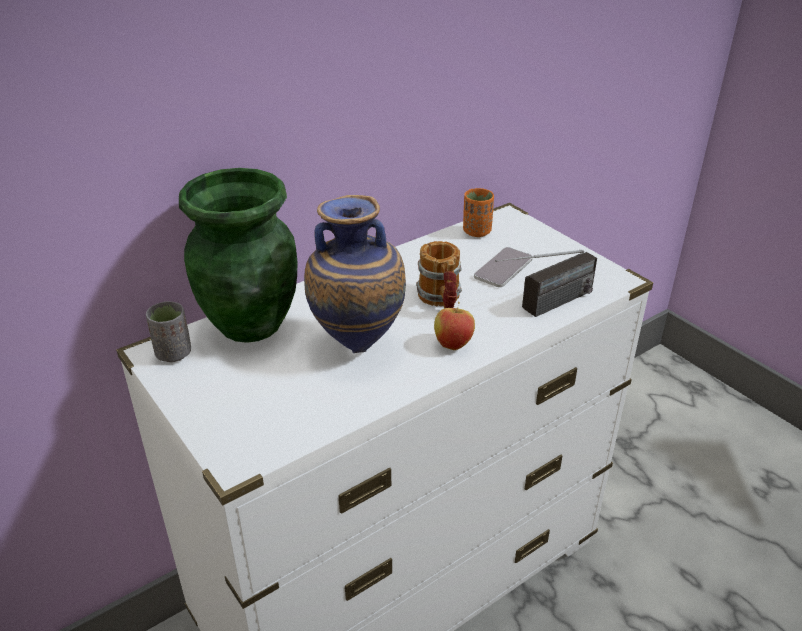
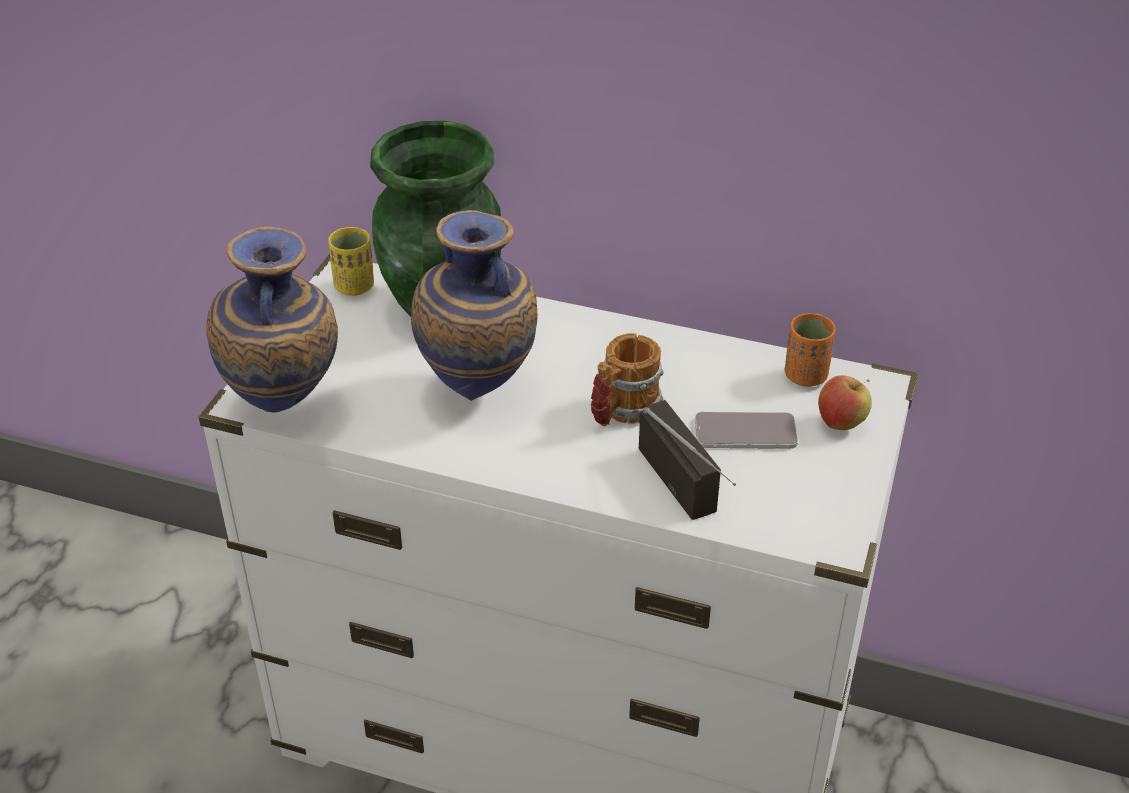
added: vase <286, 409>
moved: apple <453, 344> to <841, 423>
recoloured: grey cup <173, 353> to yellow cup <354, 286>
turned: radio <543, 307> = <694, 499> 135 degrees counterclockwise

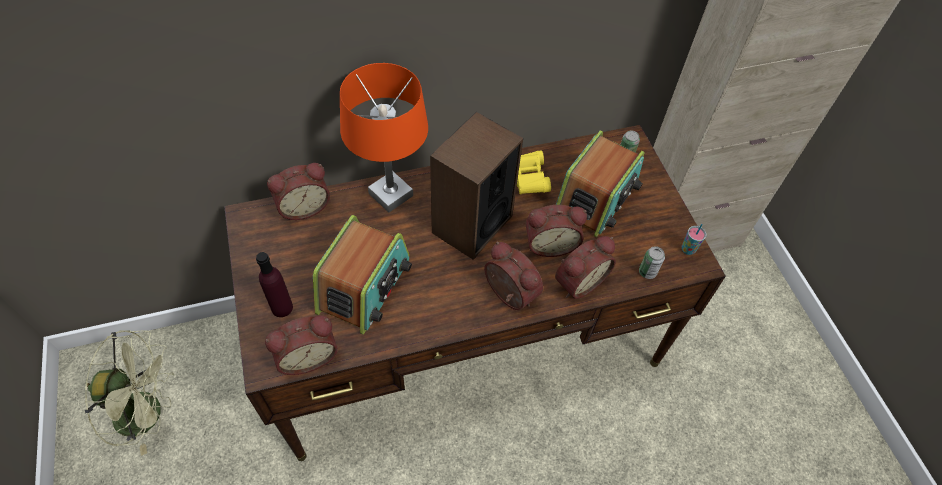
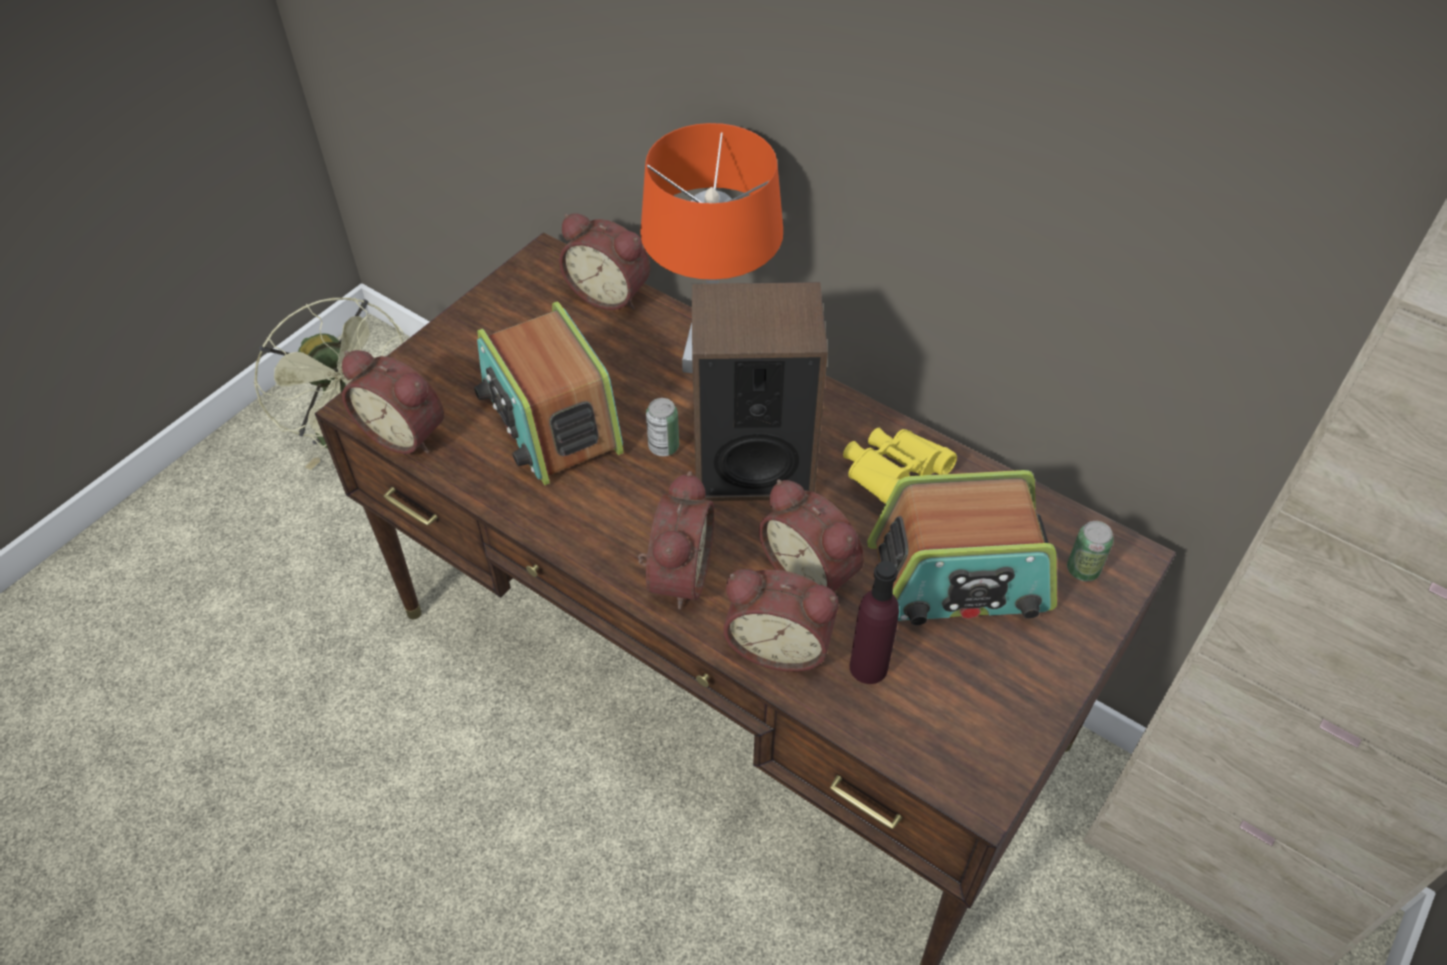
removed: cup <688, 249>
moved: purple bottle <282, 307> to <868, 667>; can <647, 272> to <663, 447>
turned: radio <365, 285> = <550, 420> 75 degrees clockwise

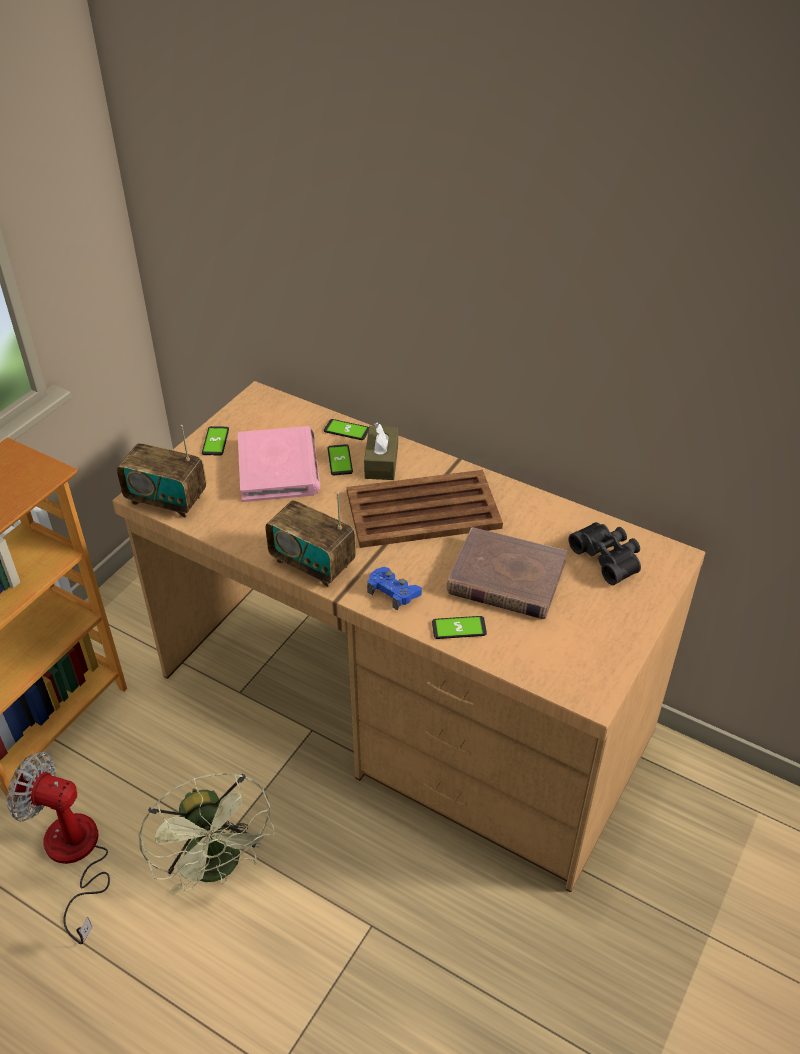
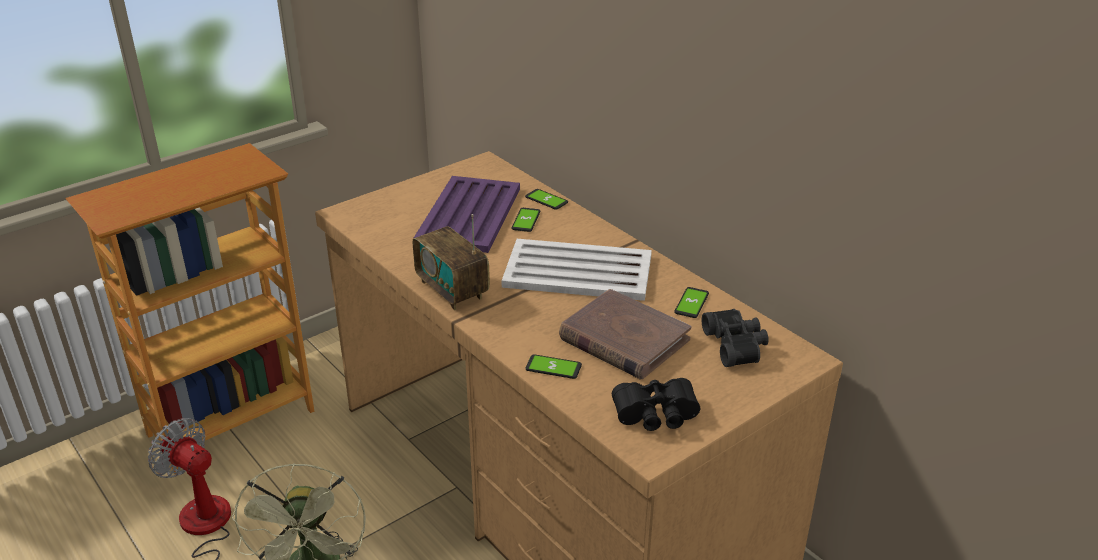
removed: radio <167, 500>; brown tissue box <381, 461>; blue game controller <393, 592>
added: black binoculars <656, 416>
moved: phone <215, 441> to <691, 303>
replaced: pink book <279, 468> to purple tray <468, 216>
recoloured: brown tray <424, 510> to white tray <579, 272>

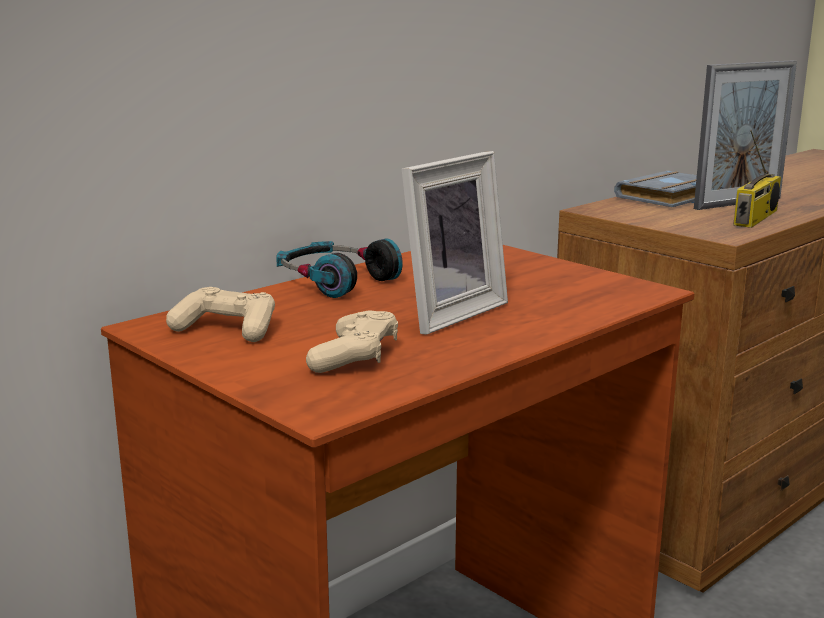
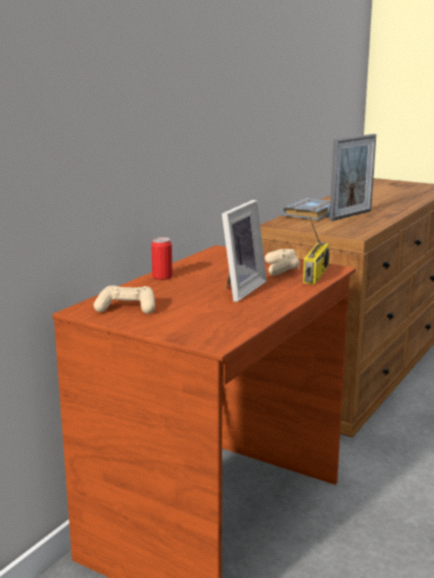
moved: beige game controller <355, 357> to <281, 269>; radio <756, 218> to <316, 275>
replaced: headphones <335, 281> to can <162, 277>

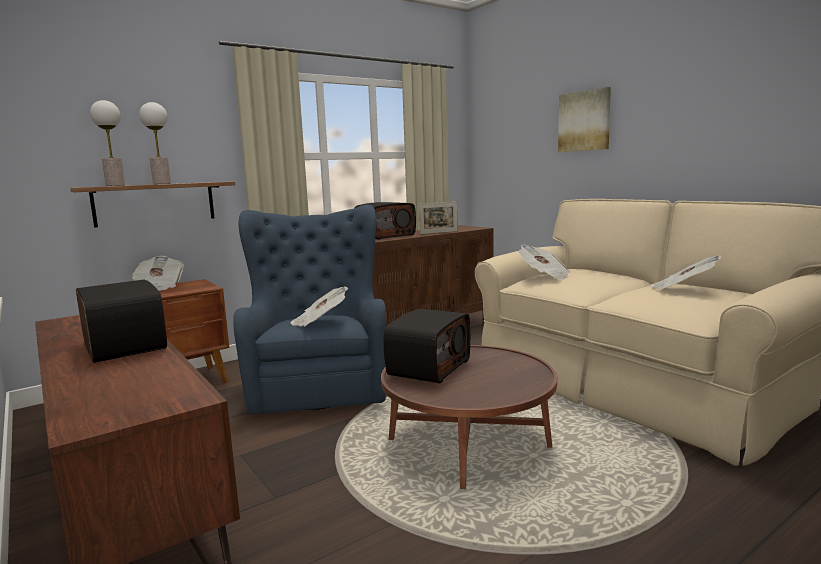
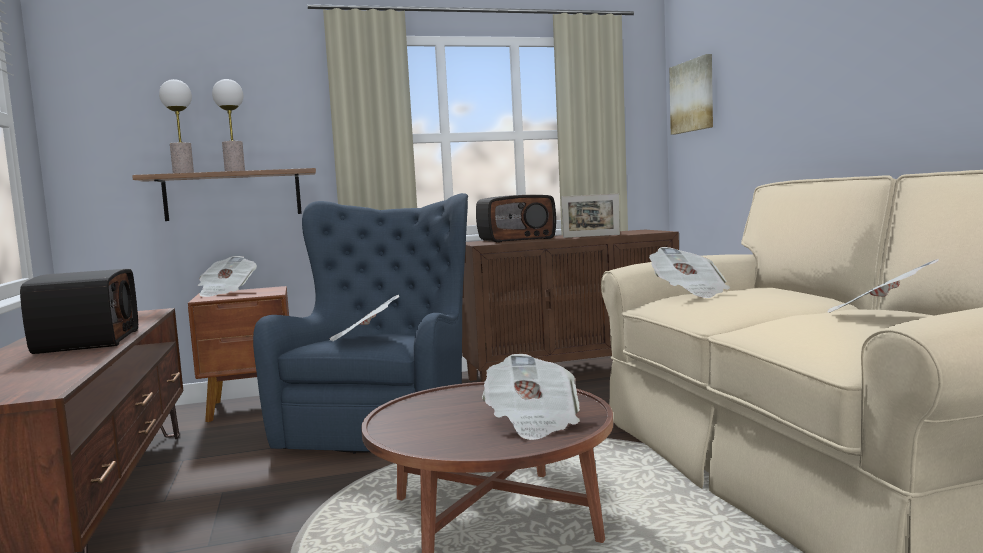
removed: radio <428, 367>
added: newspaper <532, 422>
moved: picture <584, 121> to <693, 96>

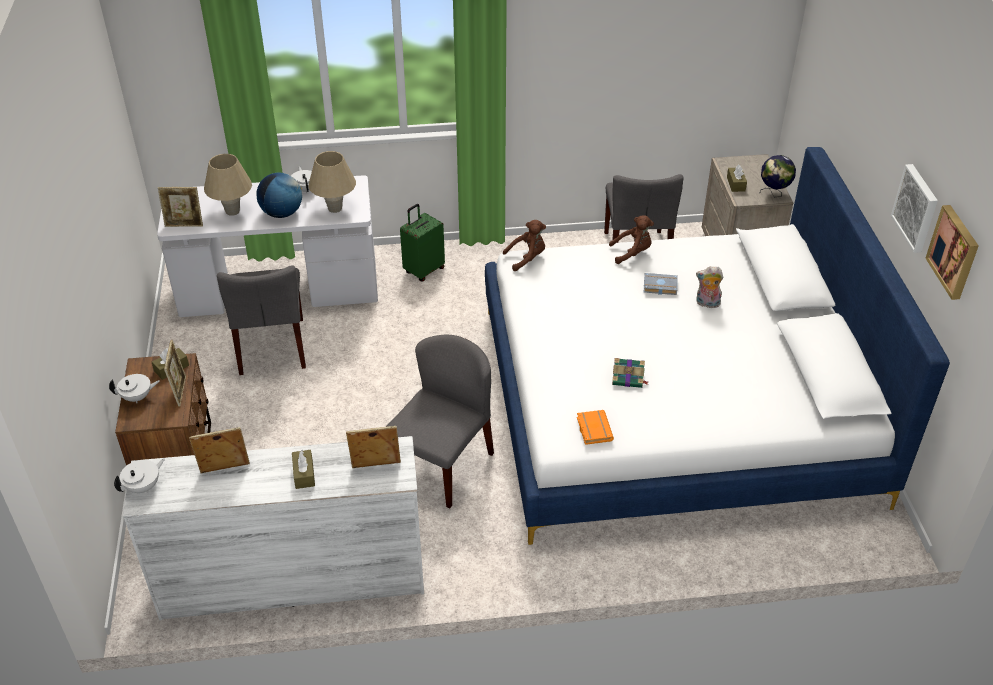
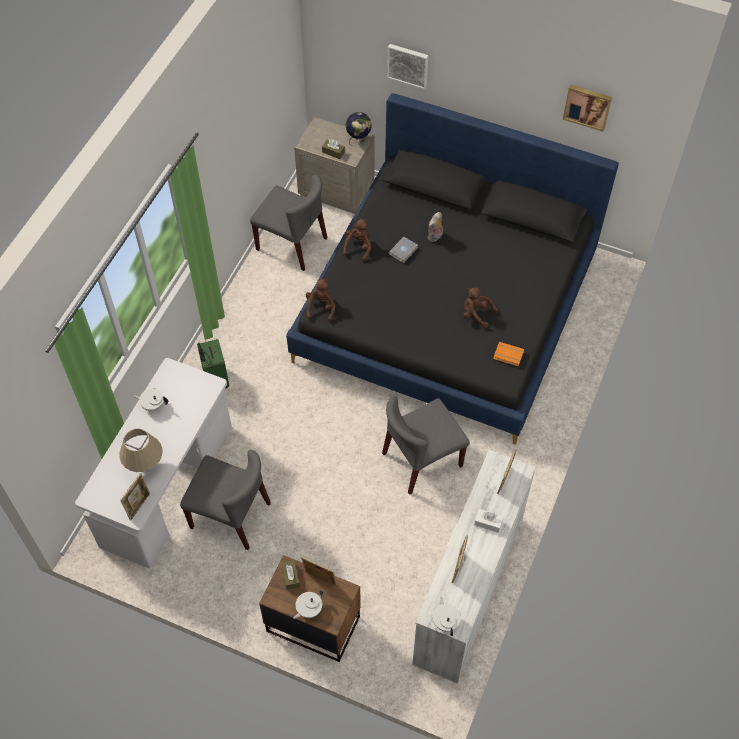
removed: globe <282, 213>; beige table lamp <335, 208>
moved: picture <917, 208> to <408, 65>
replaced: book <628, 378> to brown plush toy <476, 314>
recoloured: brown tissue box <304, 474> to white tissue box <488, 523>; white bed <673, 402> to black bed <448, 305>
turned: white teapot <137, 397> = <308, 609> 150 degrees counterclockwise; grey chair <442, 465> = <421, 460> 90 degrees counterclockwise

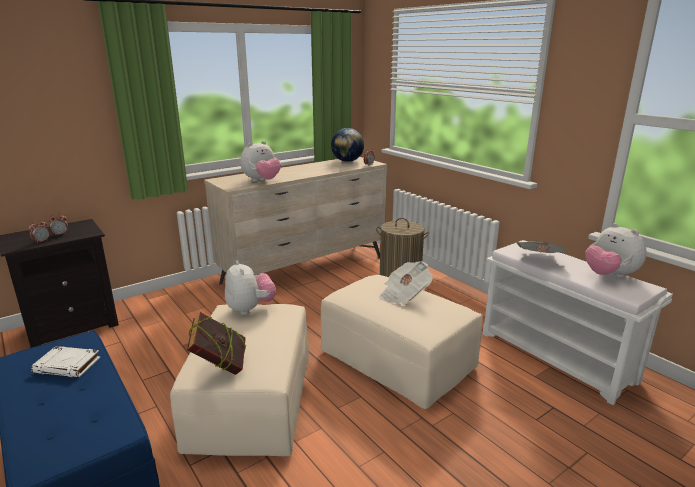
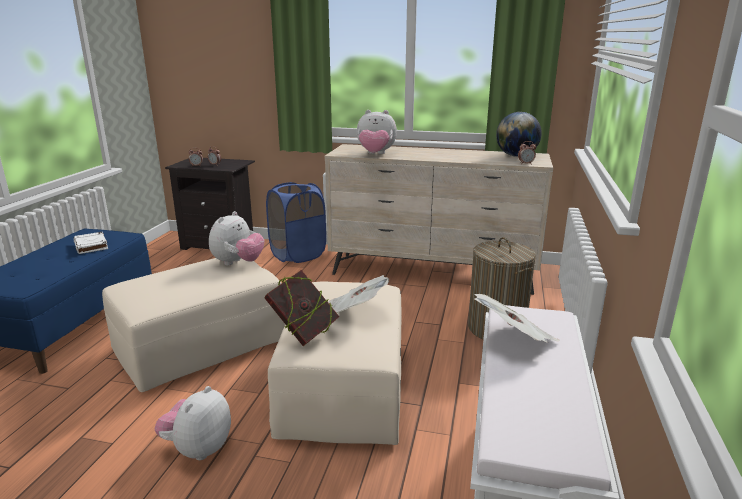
added: blue laundry basket <298, 254>
moved: book <220, 367> to <303, 334>; plush toy <609, 275> to <198, 448>

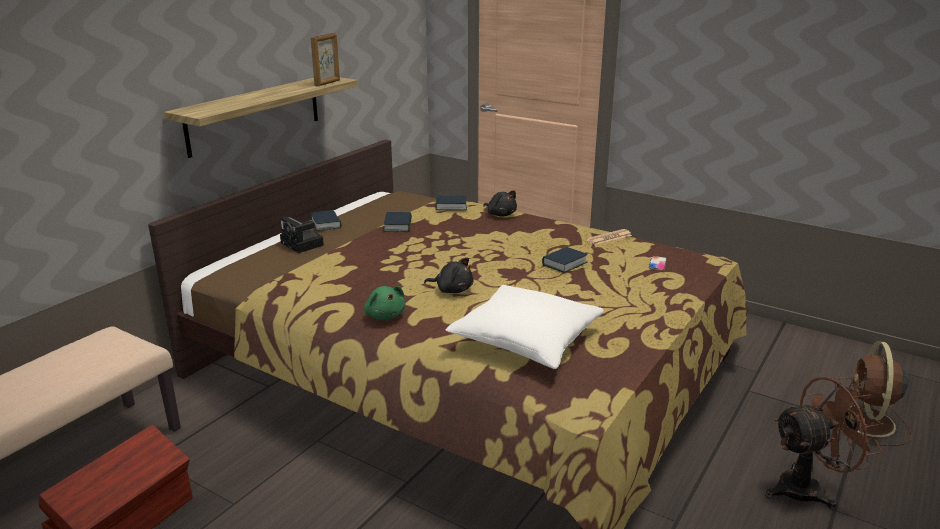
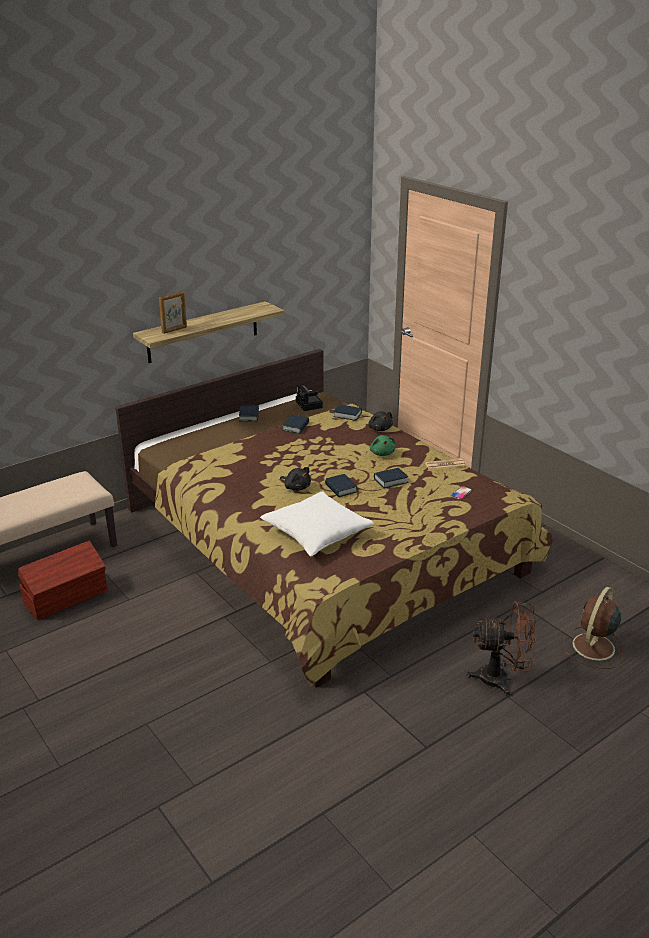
added: book <341, 488>
moved: photo camera <303, 244> to <309, 405>; picture frame <327, 83> to <174, 330>; green plush toy <384, 315> to <382, 453>

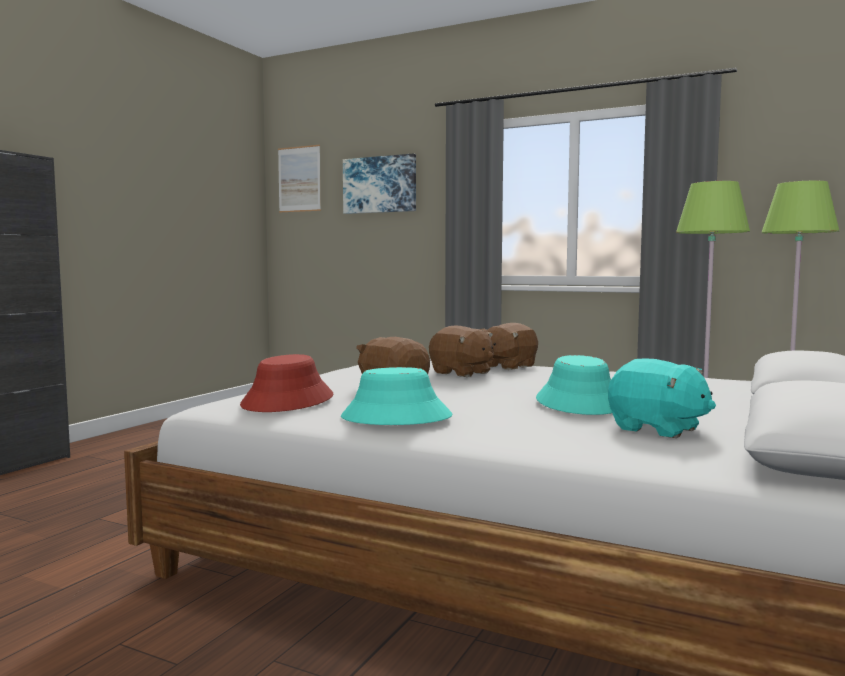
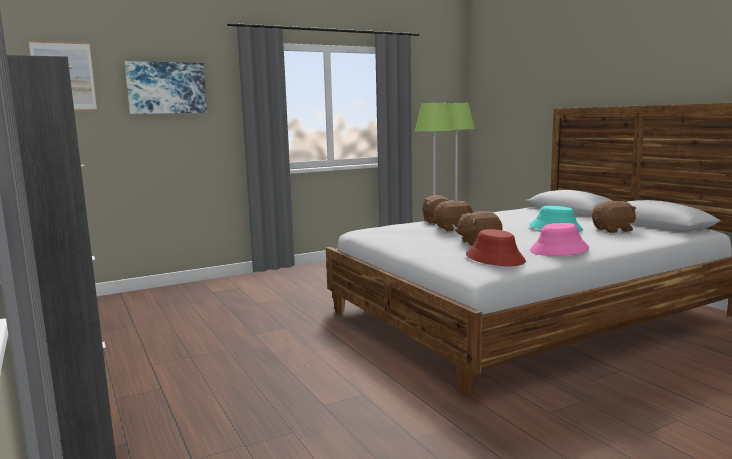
recoloured: turquoise hat <395, 418> to pink hat <559, 250>; turquoise plush toy <657, 429> to brown plush toy <613, 230>

